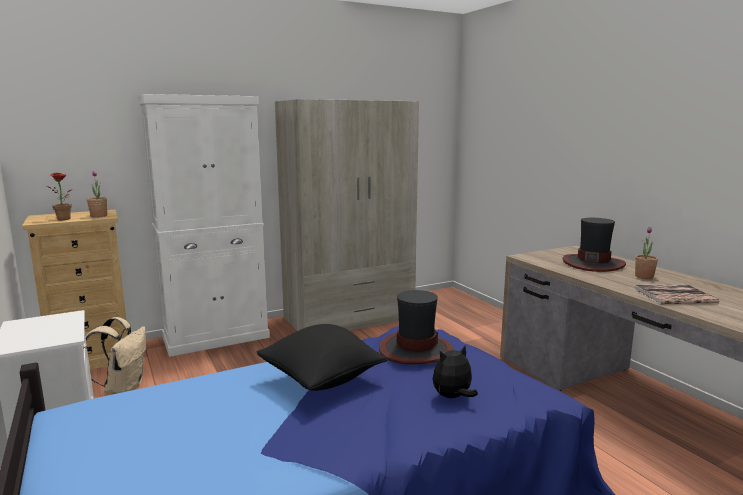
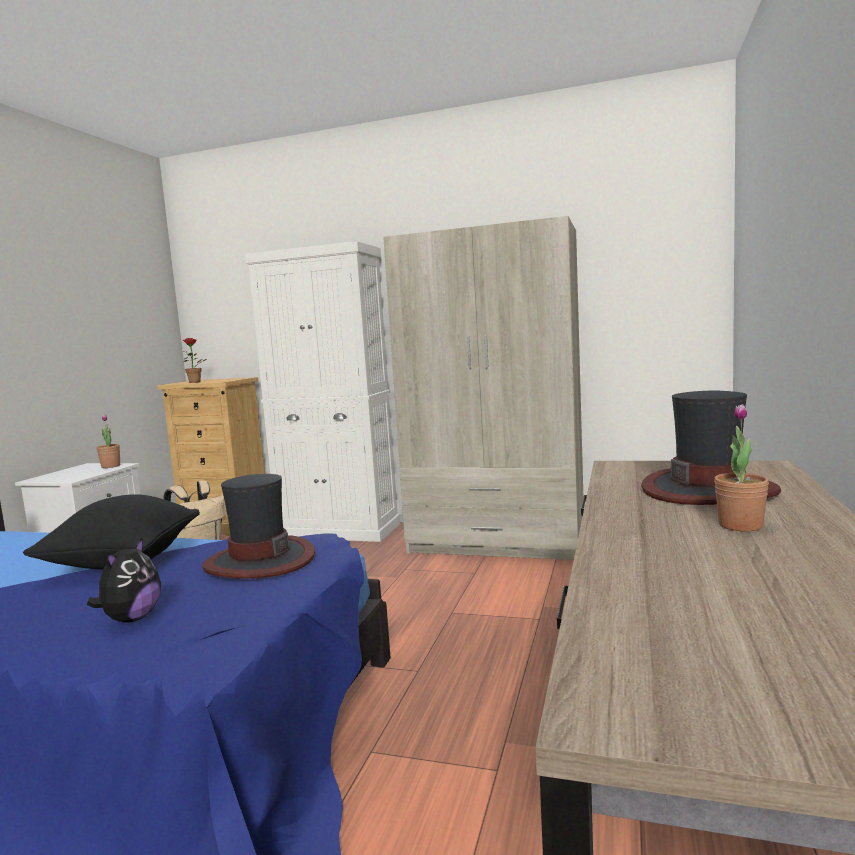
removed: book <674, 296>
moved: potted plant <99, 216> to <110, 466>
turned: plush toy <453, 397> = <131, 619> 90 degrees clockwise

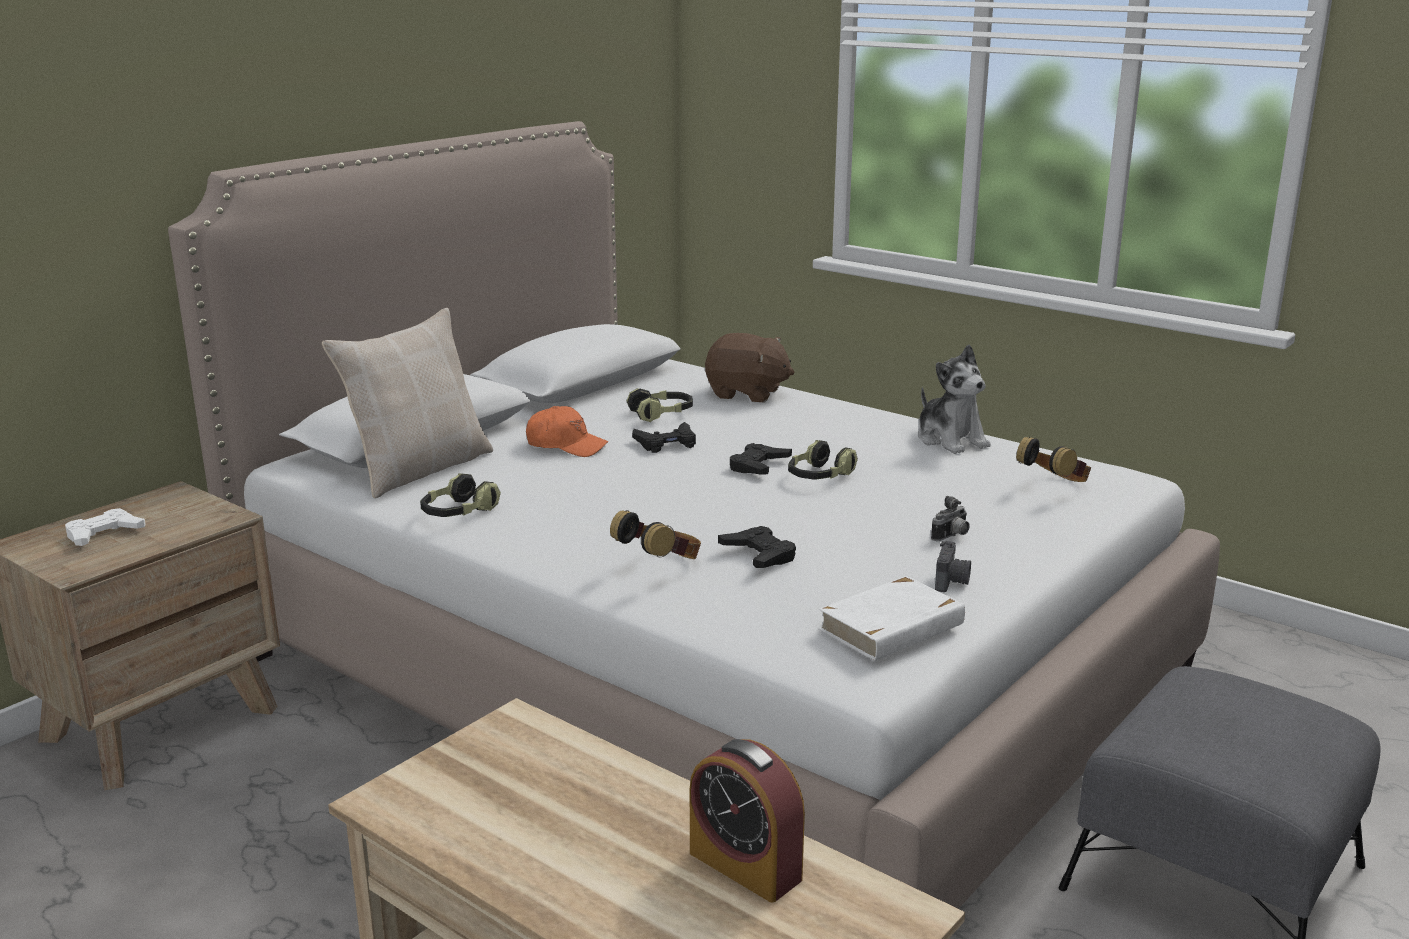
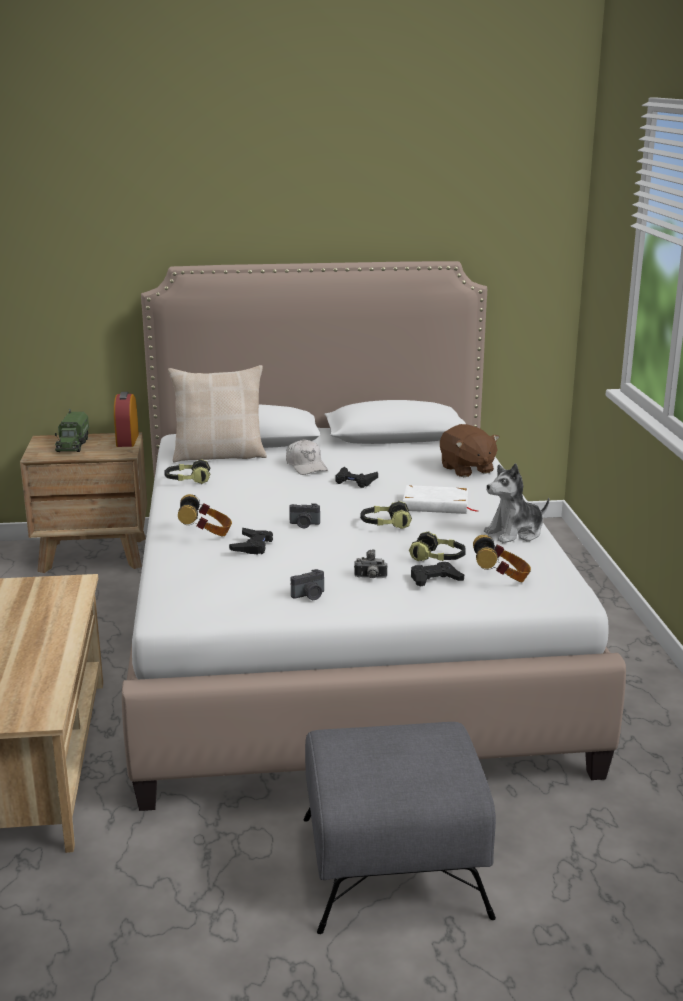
added: photo camera <304, 524>
moved: headphones <662, 415> to <438, 558>; alarm clock <745, 866> to <127, 440>; black game controller <758, 465> to <435, 579>; white book <892, 627> to <436, 505>
replaced: white game controller <104, 534> to toy truck <72, 445>
recoloured: orange cap <566, 445> to white cap <306, 466>
turned: plush toy <950, 440> = <515, 533> 45 degrees clockwise

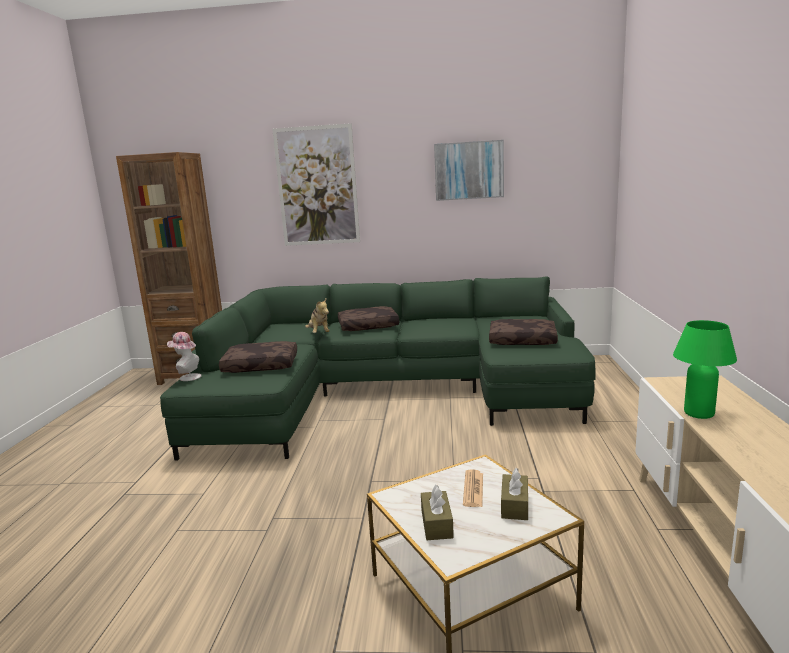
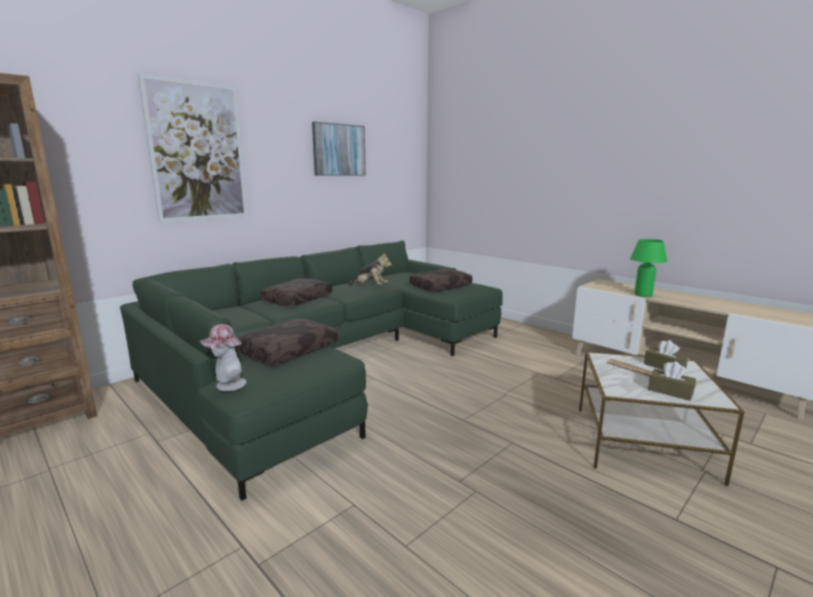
moved: plush toy <319, 333> to <370, 287>

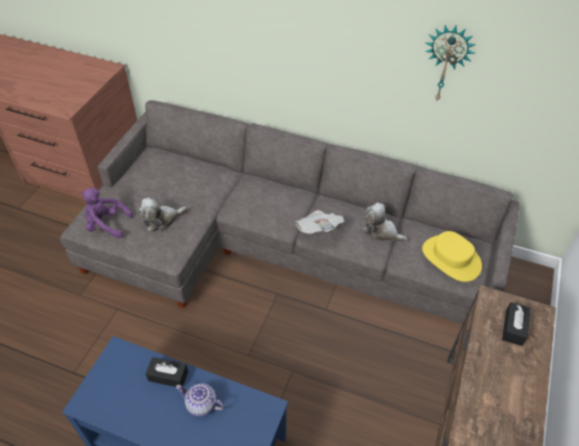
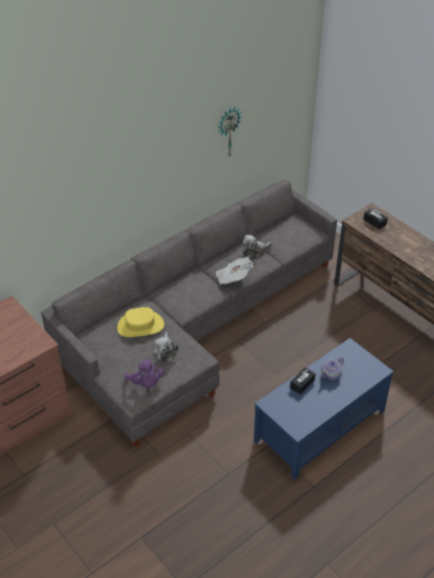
moved: yellow hat <450, 258> to <140, 326>
turned: purple plush toy <106, 225> = <146, 383> 75 degrees counterclockwise

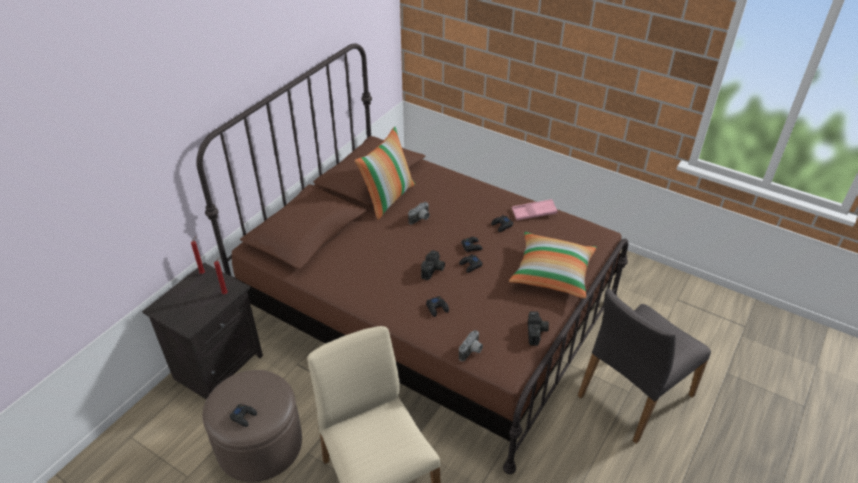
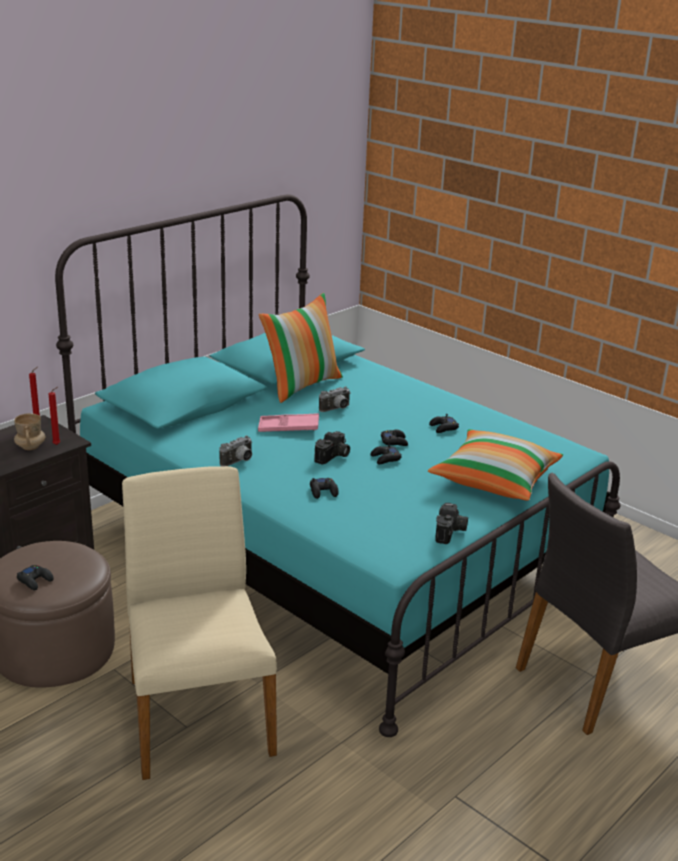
added: beige mug <30, 447>
moved: photo camera <472, 352> to <239, 462>; pink tray <534, 212> to <288, 427>
recoloured: brown bed <428, 311> to turquoise bed <333, 548>

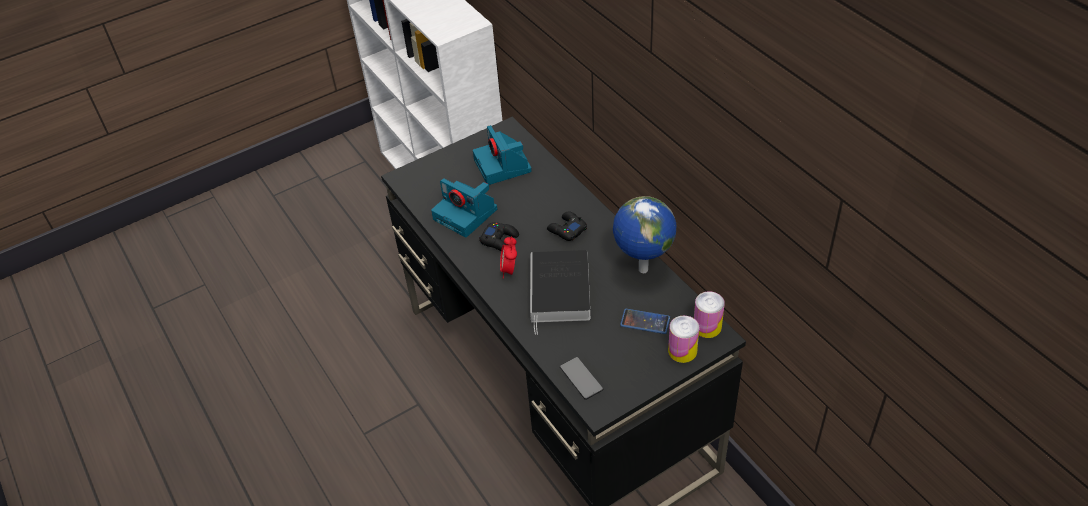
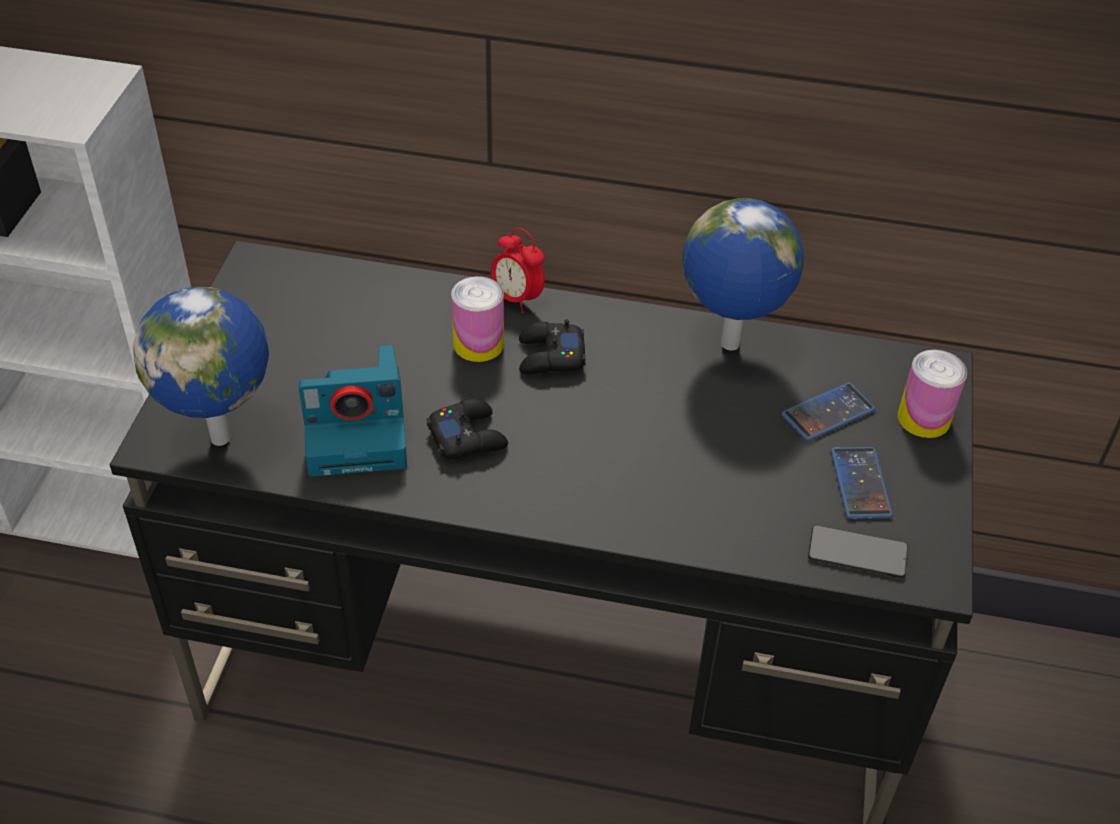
removed: photo camera <503, 166>; book <560, 292>
added: globe <223, 437>; phone <860, 483>
moved: alarm clock <509, 270> to <517, 298>; can <707, 326> to <478, 344>

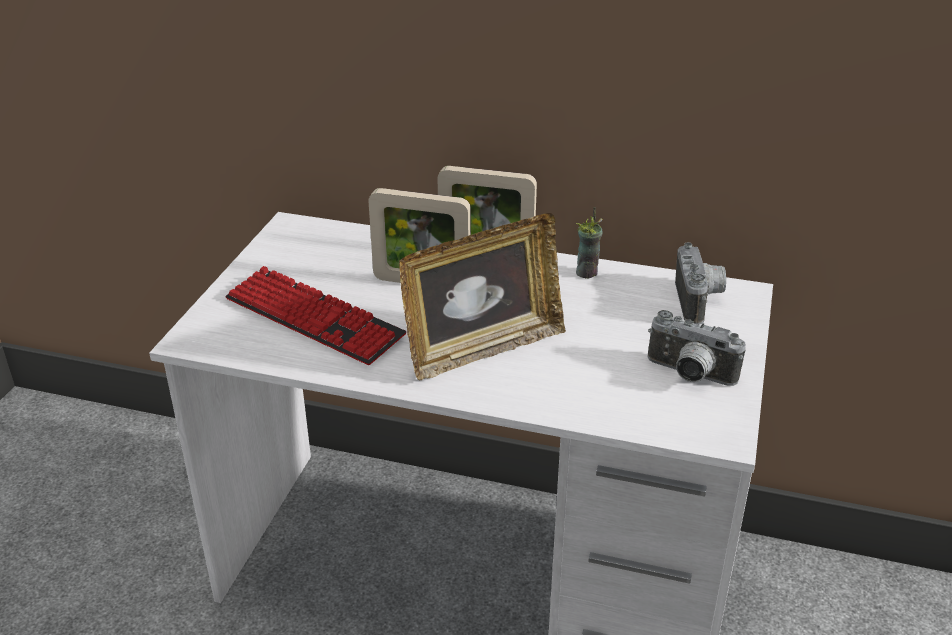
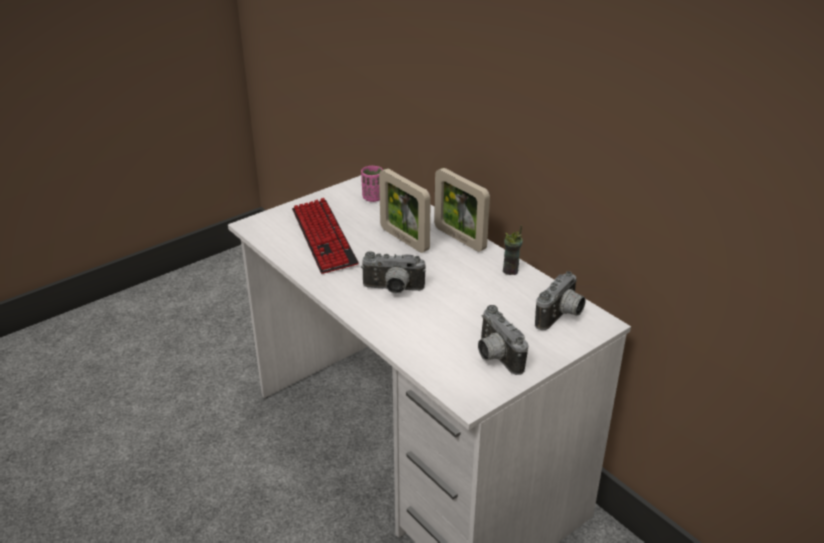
added: pink cup <373, 198>
replaced: picture frame <483, 348> to photo camera <393, 290>

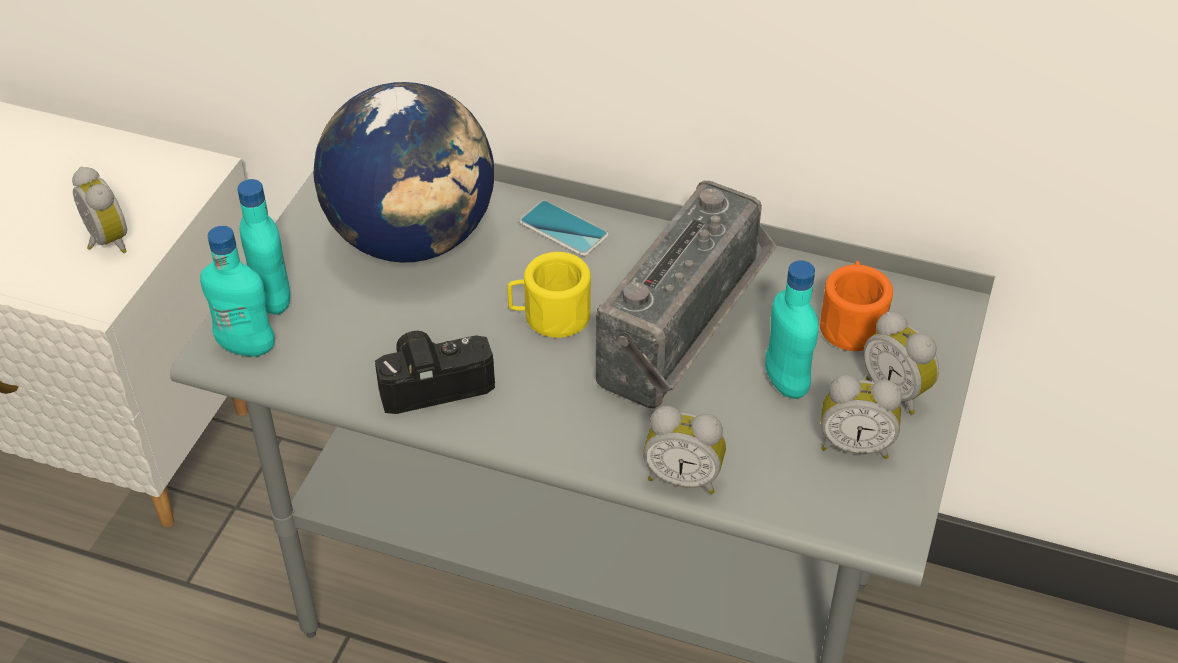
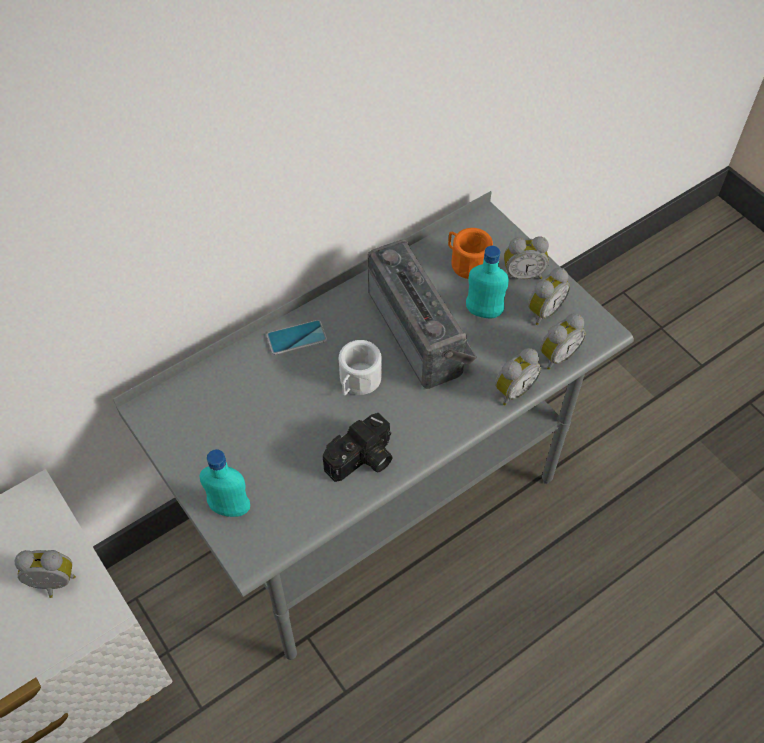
removed: turquoise bottle <246, 347>; globe <413, 239>
added: alarm clock <556, 355>
recoloured: yellow mug <549, 316> to white mug <357, 382>
turned: photo camera <434, 381> = <362, 461> 150 degrees counterclockwise

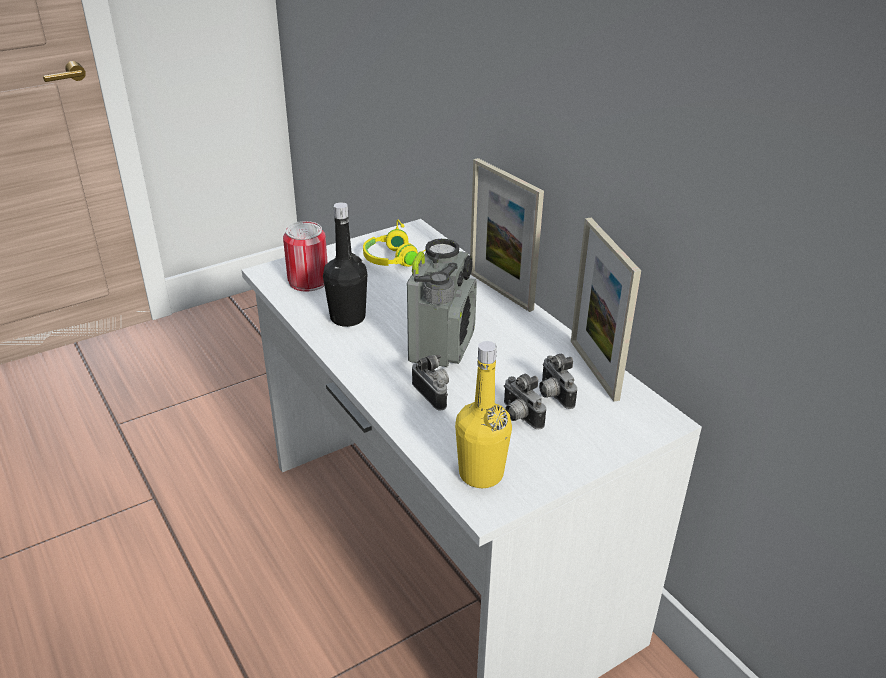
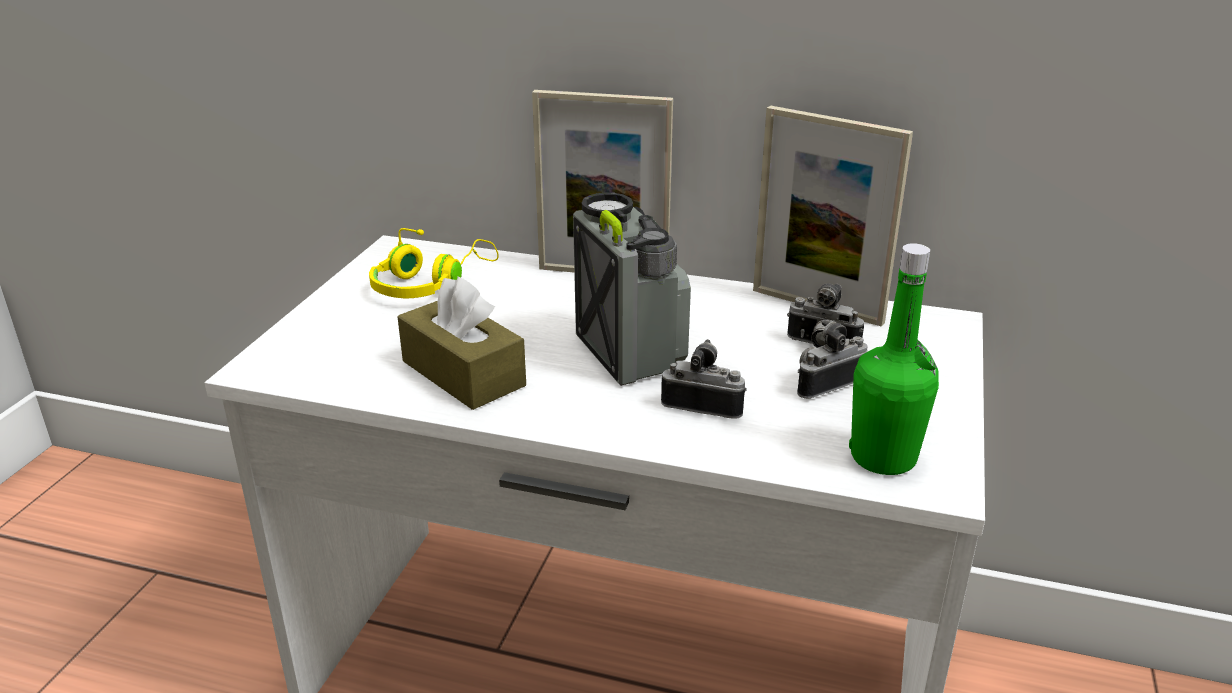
removed: can <308, 281>
replaced: black bottle <347, 318> to brown tissue box <463, 373>
recoloured: yellow bottle <481, 474> to green bottle <883, 457>
turned: photo camera <519, 417> = <824, 383> 135 degrees clockwise

